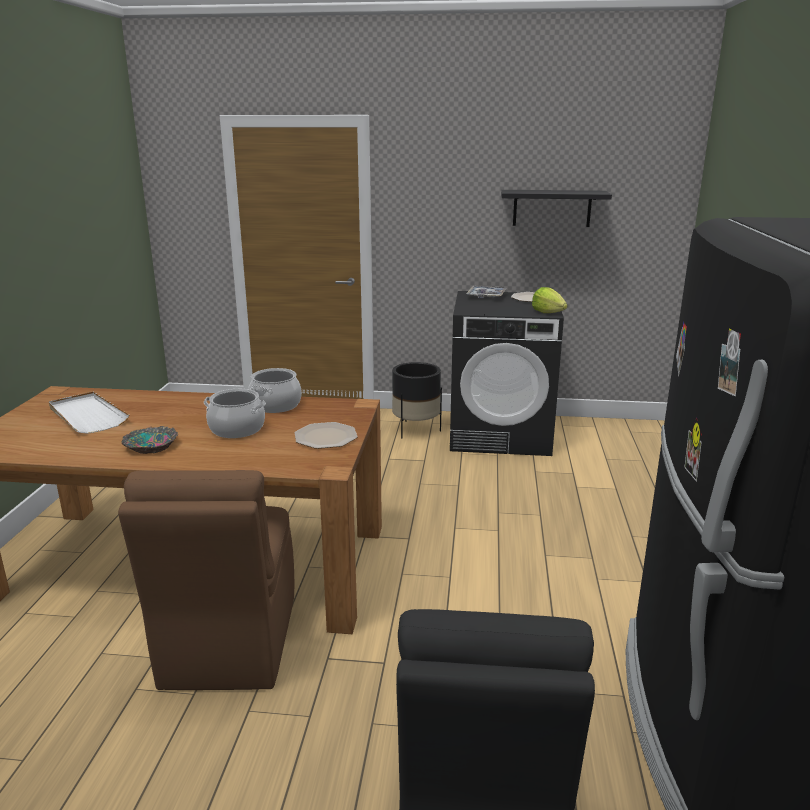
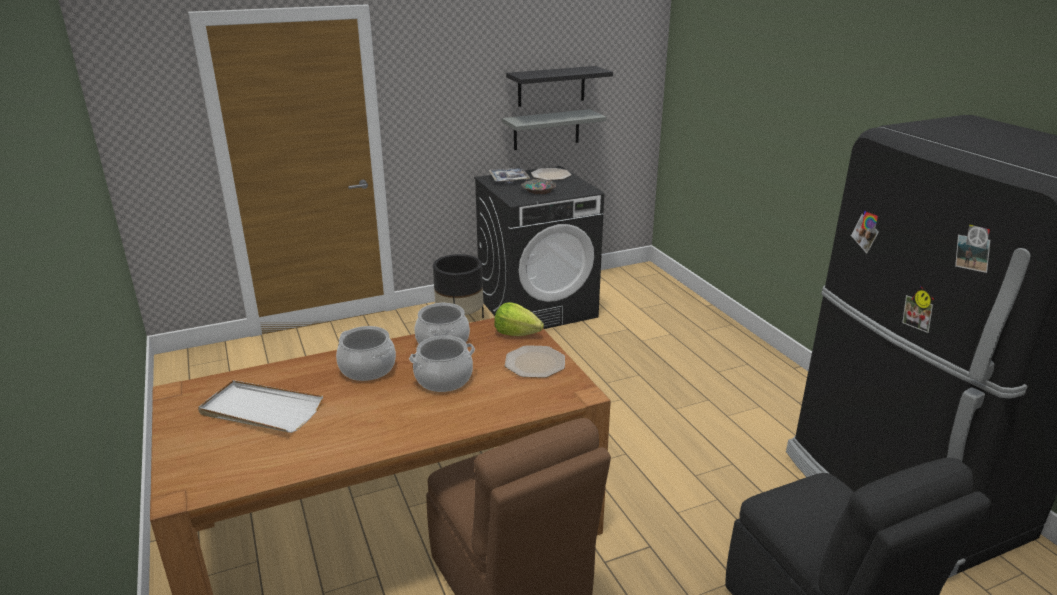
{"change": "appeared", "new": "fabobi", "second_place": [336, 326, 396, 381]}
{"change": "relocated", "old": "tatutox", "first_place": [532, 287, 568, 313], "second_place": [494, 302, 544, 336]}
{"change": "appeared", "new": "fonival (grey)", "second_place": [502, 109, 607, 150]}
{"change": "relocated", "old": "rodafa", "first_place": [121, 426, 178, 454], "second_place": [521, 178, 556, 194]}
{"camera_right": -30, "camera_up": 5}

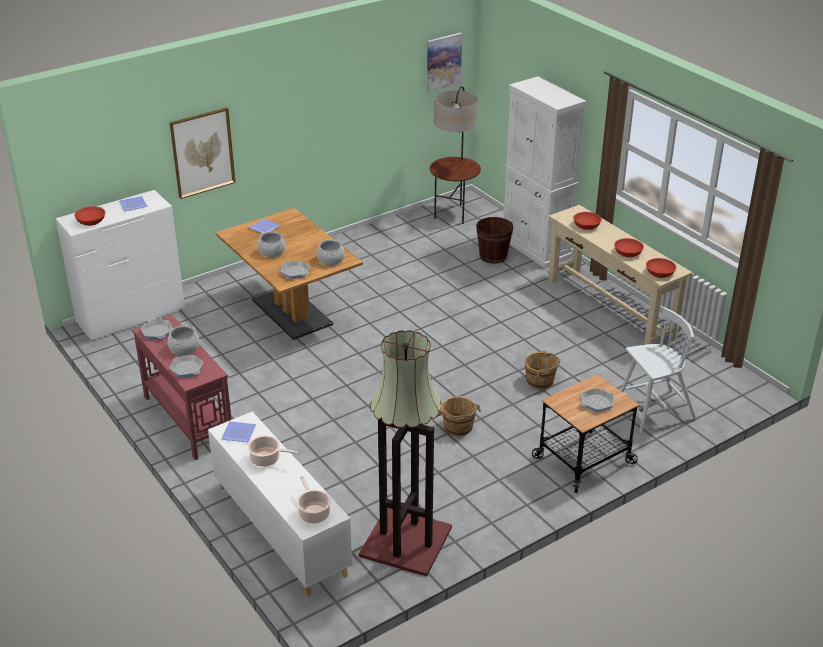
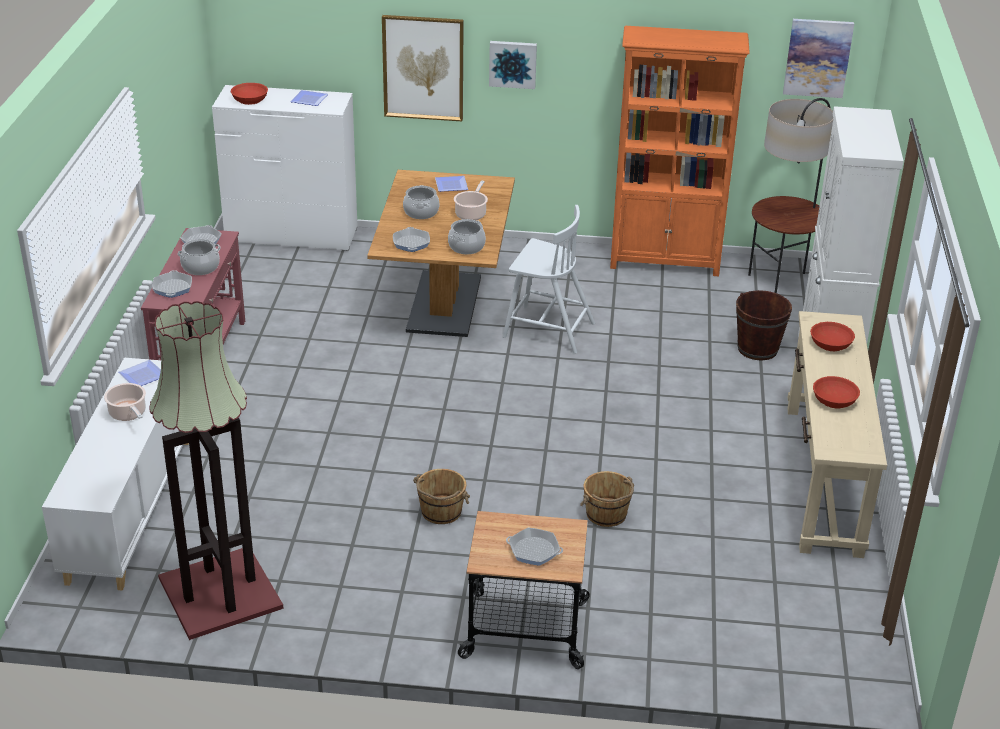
{"change": "relocated", "old": "fabobi", "first_place": [297, 476, 331, 523], "second_place": [454, 180, 488, 220]}
{"change": "appeared", "new": "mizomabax", "second_place": [489, 41, 537, 89]}
{"change": "relocated", "old": "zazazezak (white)", "first_place": [621, 308, 696, 433], "second_place": [503, 205, 595, 354]}
{"change": "appeared", "new": "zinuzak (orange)", "second_place": [610, 26, 750, 276]}
{"change": "missing", "old": "rodafa (red)", "first_place": [646, 258, 676, 278]}
{"camera_right": 40, "camera_up": 0}

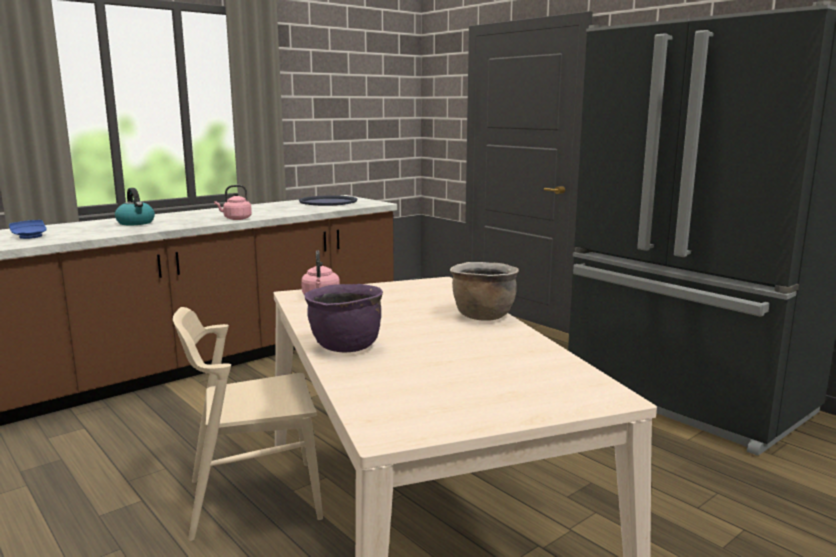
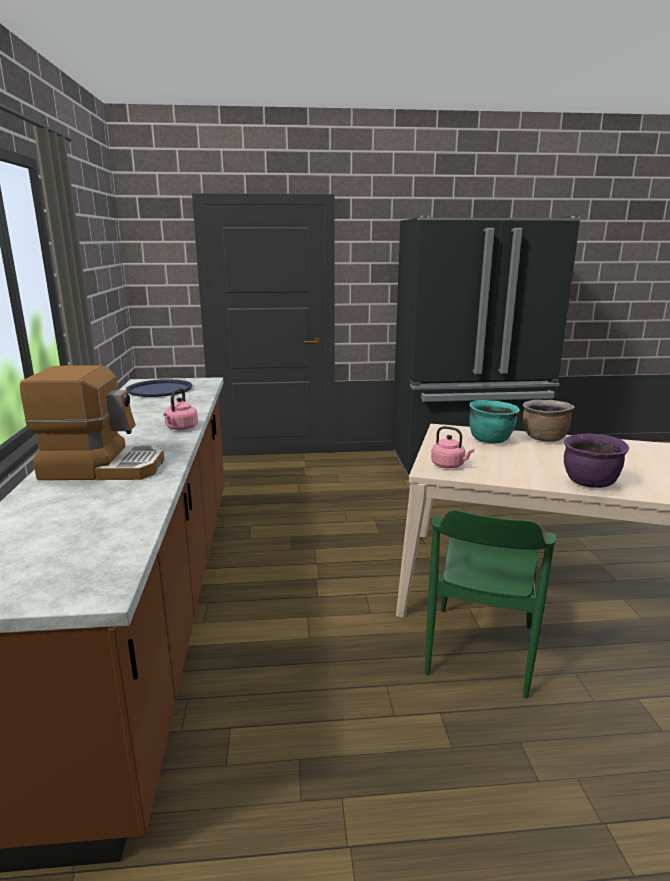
{"change": "exchanged", "old": "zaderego", "new": "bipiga", "first_place": [115, 188, 155, 225], "second_place": [20, 365, 164, 480]}
{"change": "colour", "old": "zazazezak (beige)", "new": "zazazezak (green)", "first_place": [173, 307, 323, 541], "second_place": [425, 510, 556, 699]}
{"change": "appeared", "new": "fabobi (turquoise)", "second_place": [469, 400, 520, 443]}
{"change": "missing", "old": "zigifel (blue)", "first_place": [9, 220, 47, 239]}
{"camera_right": -55, "camera_up": 5}

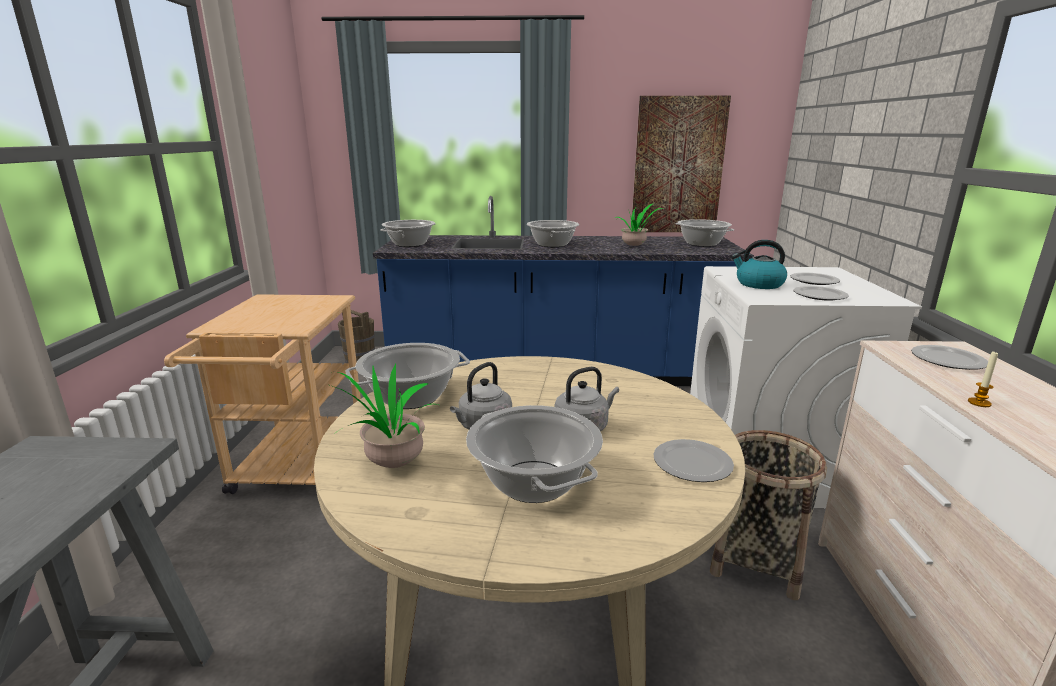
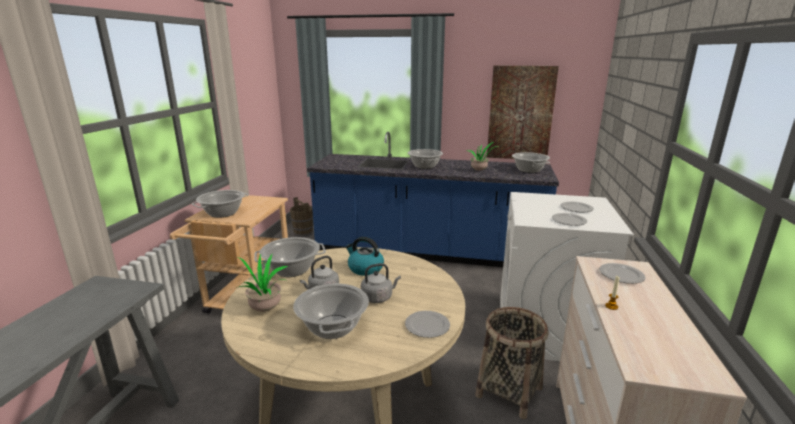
{"change": "relocated", "old": "fabobi", "first_place": [380, 220, 436, 247], "second_place": [192, 190, 249, 218]}
{"change": "relocated", "old": "zaderego", "first_place": [731, 240, 787, 289], "second_place": [345, 237, 384, 276]}
{"camera_right": 10, "camera_up": 0}

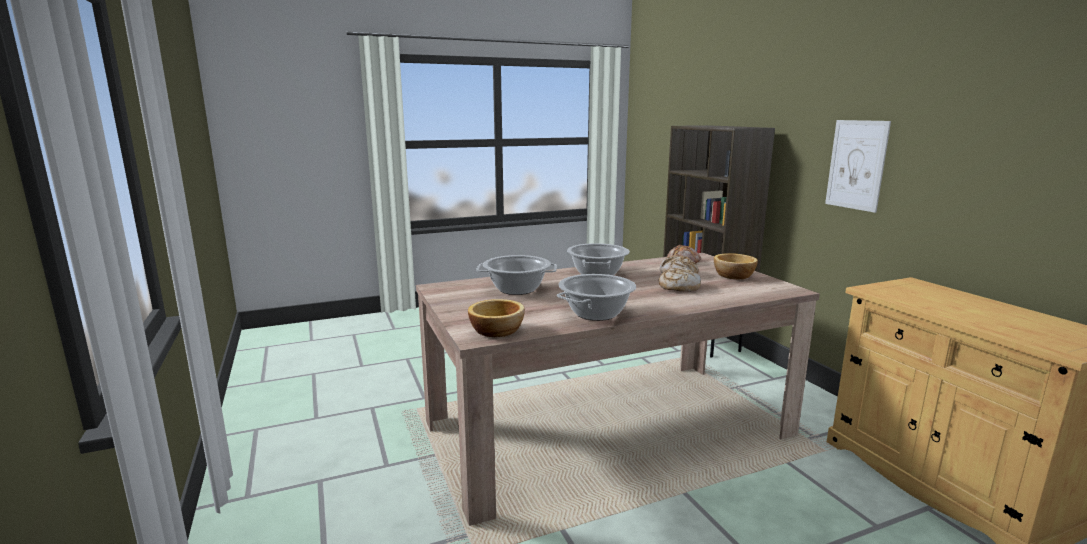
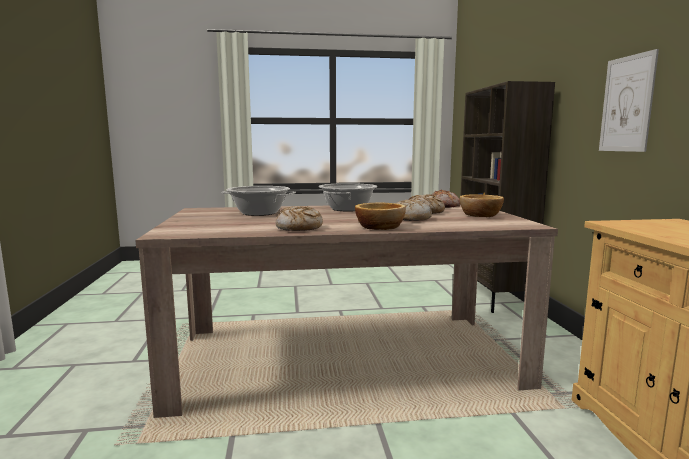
{"change": "exchanged", "old": "fabobi", "new": "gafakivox", "first_place": [557, 274, 636, 321], "second_place": [276, 206, 323, 231]}
{"change": "relocated", "old": "rodafa", "first_place": [468, 299, 525, 337], "second_place": [355, 203, 406, 230]}
{"camera_right": 15, "camera_up": -5}

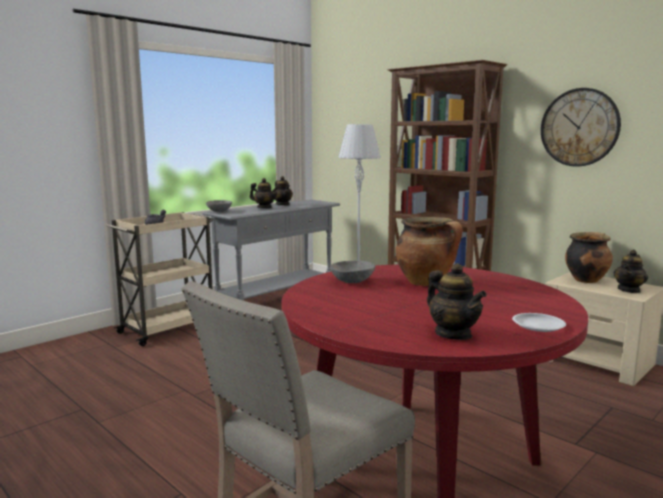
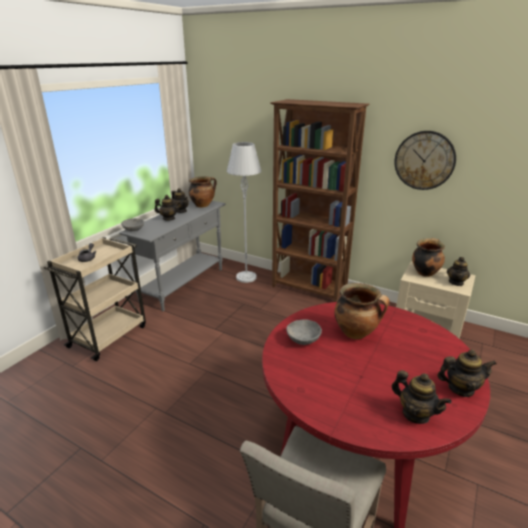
{"change": "appeared", "new": "fabobi", "second_place": [189, 176, 217, 208]}
{"change": "exchanged", "old": "zigifel (white)", "new": "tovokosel", "first_place": [512, 313, 566, 332], "second_place": [437, 349, 497, 397]}
{"camera_right": -15, "camera_up": 15}

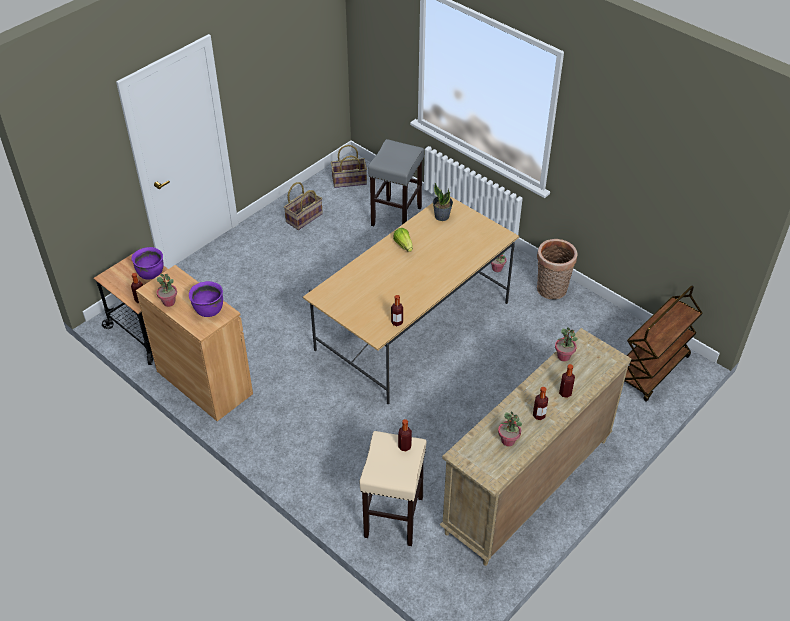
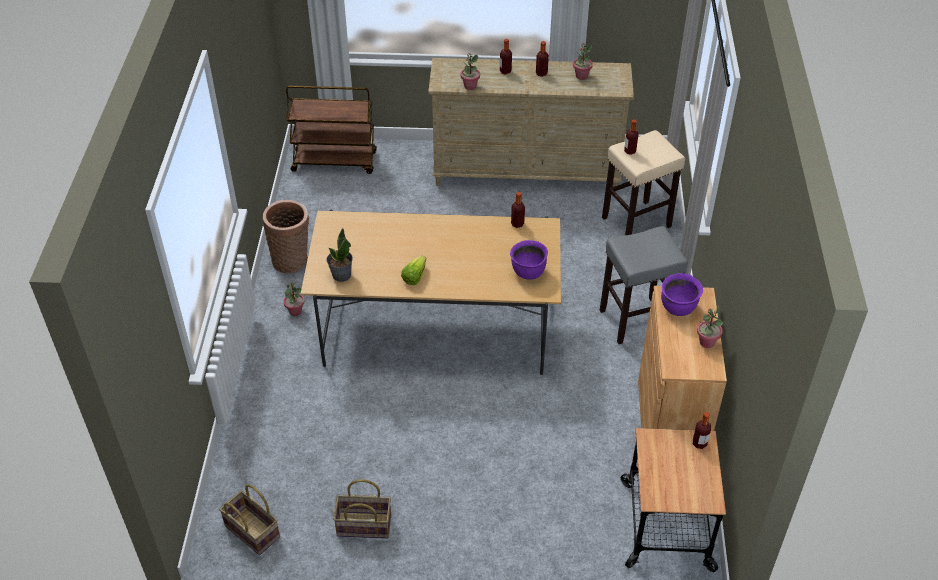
{"change": "relocated", "old": "fabobi (purple)", "first_place": [131, 247, 164, 280], "second_place": [510, 240, 548, 280]}
{"change": "relocated", "old": "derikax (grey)", "first_place": [368, 139, 424, 226], "second_place": [600, 226, 688, 344]}
{"camera_right": -130, "camera_up": 0}

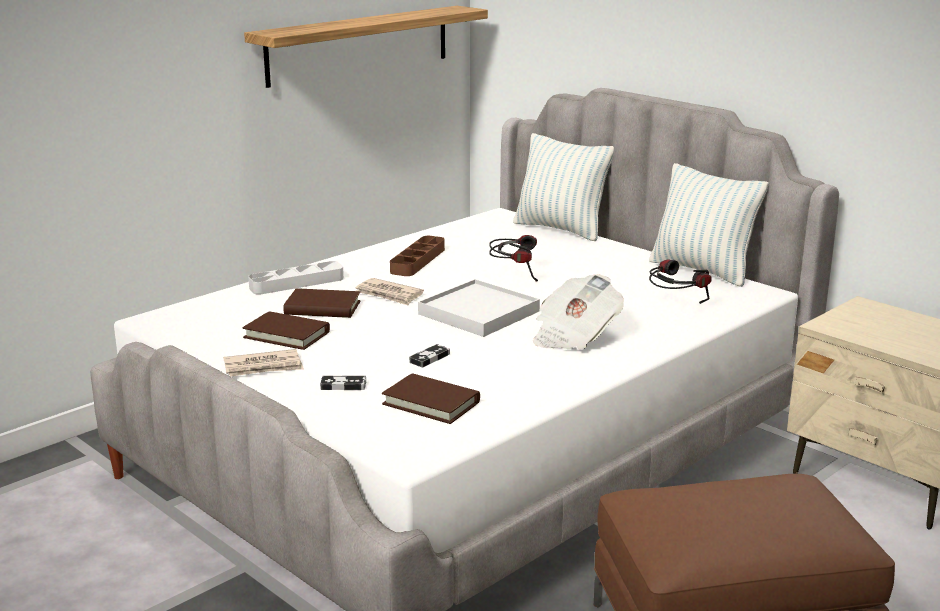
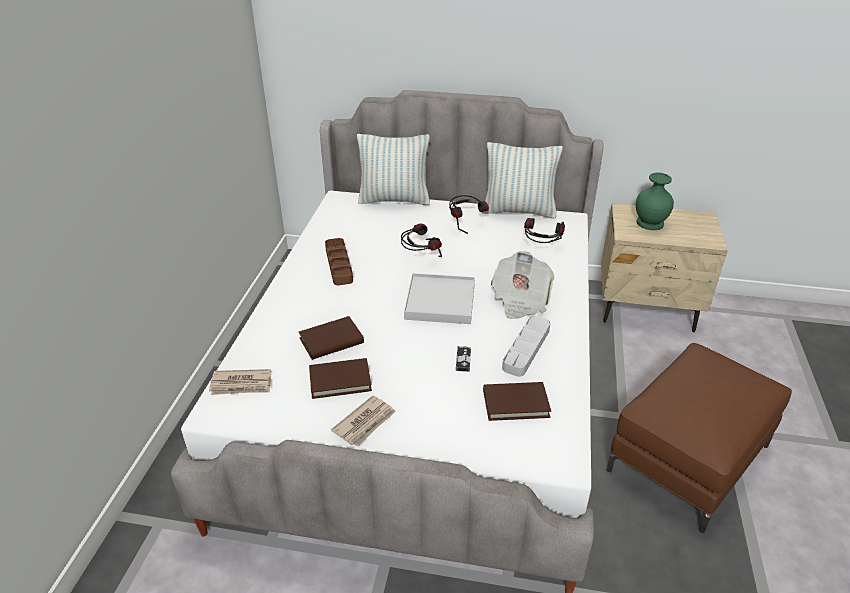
{"change": "relocated", "old": "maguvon", "first_place": [356, 278, 424, 305], "second_place": [209, 369, 271, 395]}
{"change": "appeared", "new": "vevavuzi", "second_place": [449, 195, 489, 234]}
{"change": "relocated", "old": "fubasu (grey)", "first_place": [248, 261, 344, 294], "second_place": [502, 316, 550, 377]}
{"change": "appeared", "new": "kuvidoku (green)", "second_place": [636, 173, 674, 230]}
{"change": "missing", "old": "fonival", "first_place": [244, 6, 488, 88]}
{"change": "missing", "old": "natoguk", "first_place": [320, 376, 366, 390]}
{"camera_right": -35, "camera_up": 15}

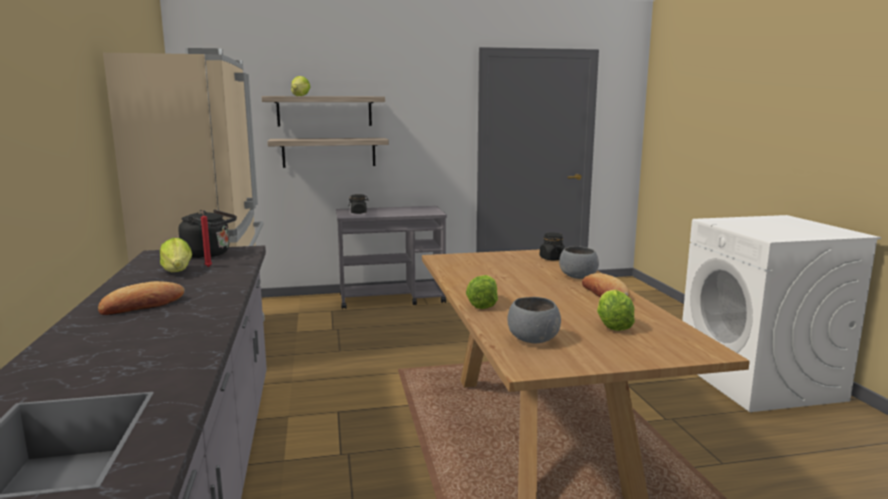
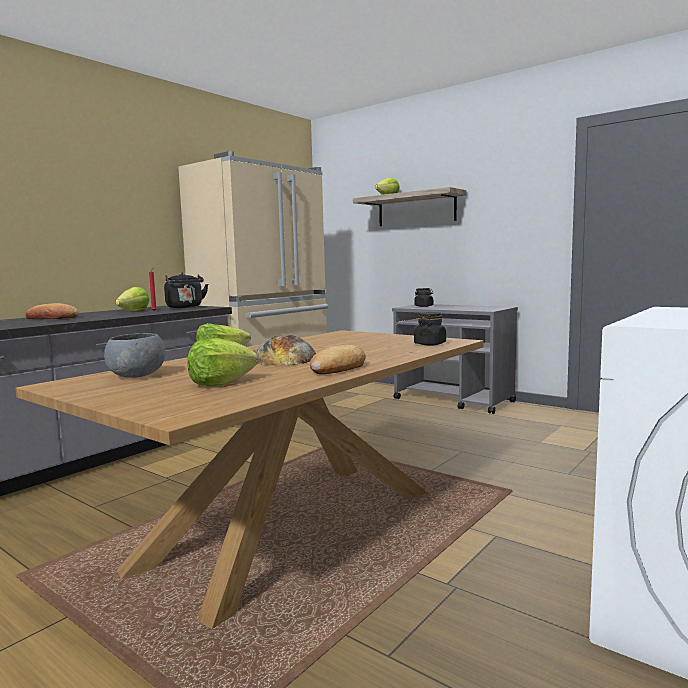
{"change": "appeared", "new": "gafakivox", "second_place": [255, 335, 316, 365]}
{"change": "missing", "old": "fonival", "first_place": [267, 138, 389, 168]}
{"change": "missing", "old": "rodafa (grey)", "first_place": [559, 246, 599, 279]}
{"camera_right": 50, "camera_up": -5}

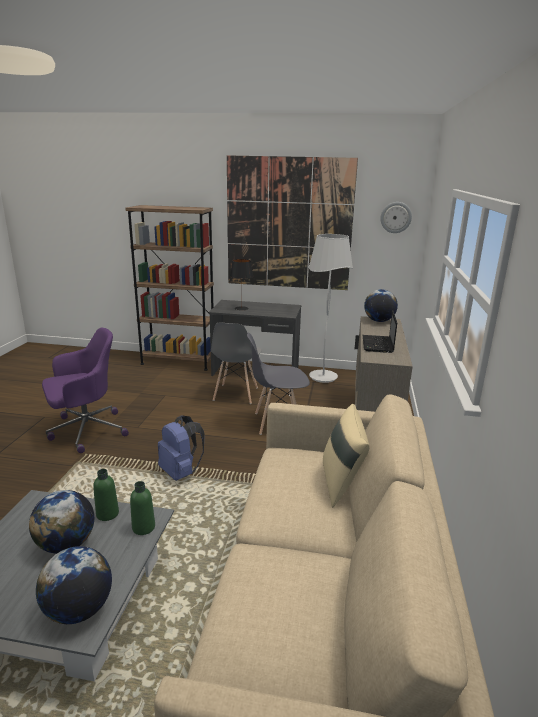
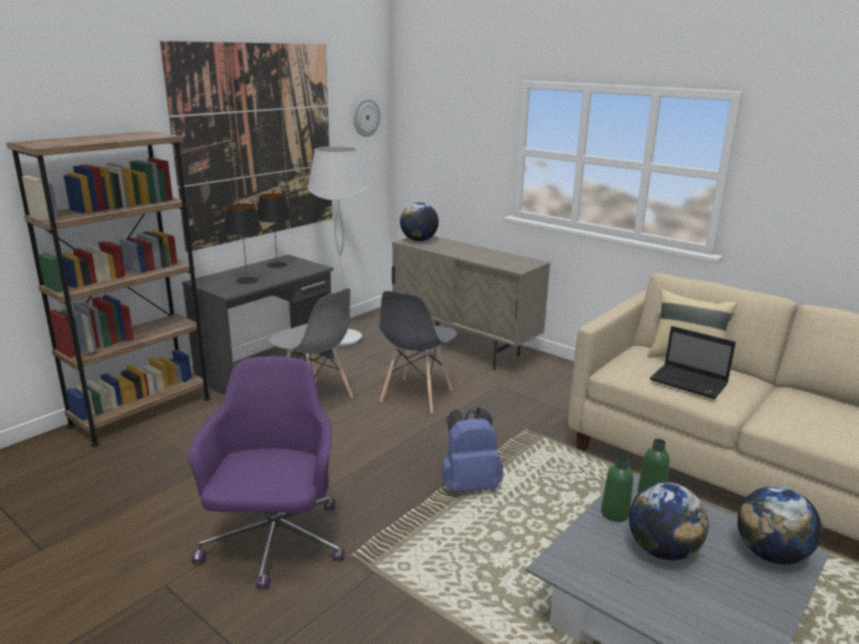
{"change": "appeared", "new": "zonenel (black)", "second_place": [257, 193, 292, 268]}
{"change": "relocated", "old": "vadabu", "first_place": [362, 310, 397, 353], "second_place": [650, 326, 736, 399]}
{"camera_right": -60, "camera_up": 0}

